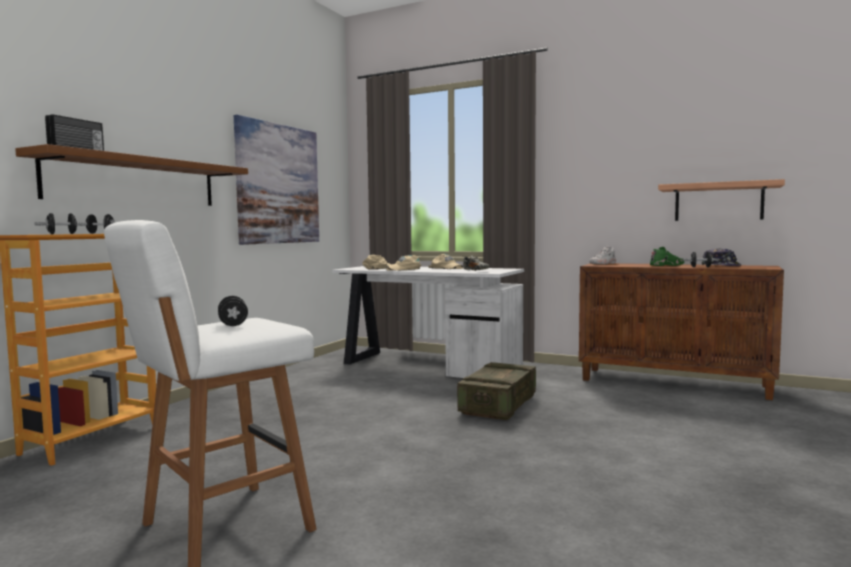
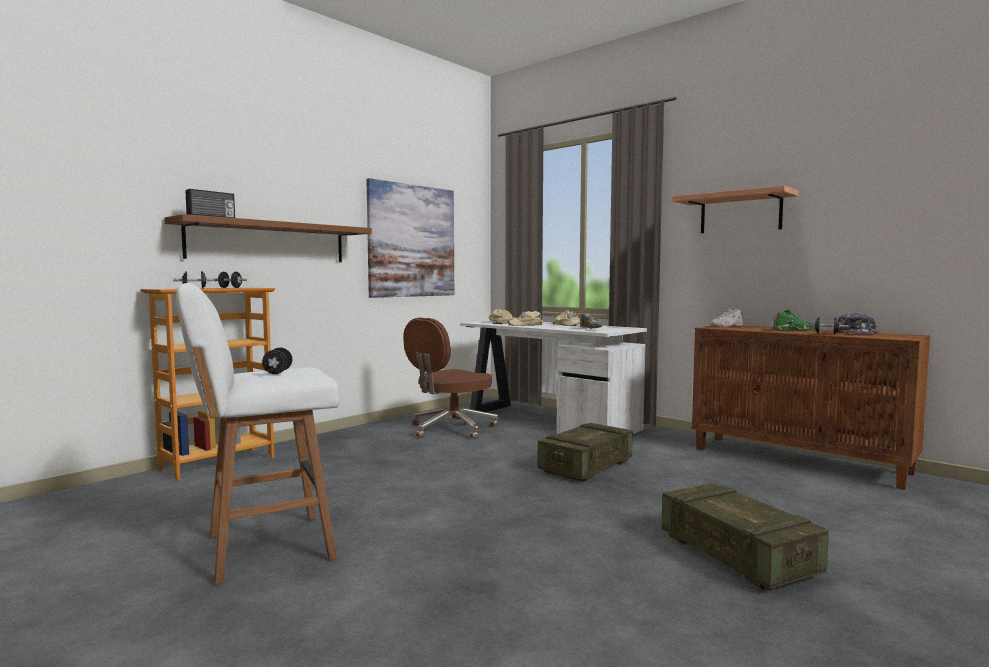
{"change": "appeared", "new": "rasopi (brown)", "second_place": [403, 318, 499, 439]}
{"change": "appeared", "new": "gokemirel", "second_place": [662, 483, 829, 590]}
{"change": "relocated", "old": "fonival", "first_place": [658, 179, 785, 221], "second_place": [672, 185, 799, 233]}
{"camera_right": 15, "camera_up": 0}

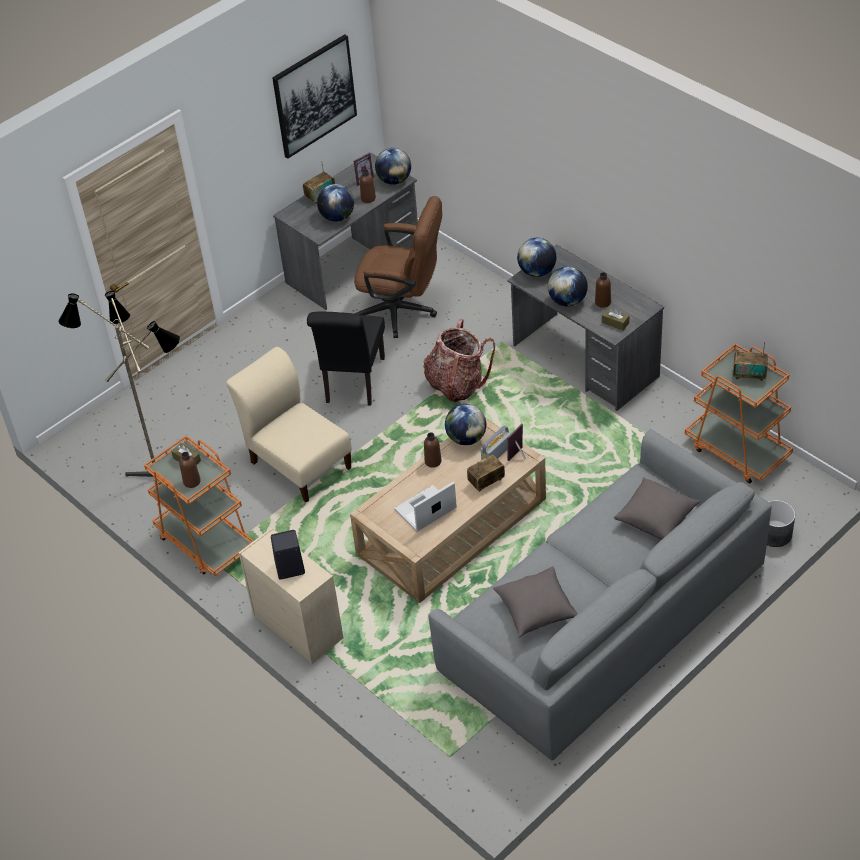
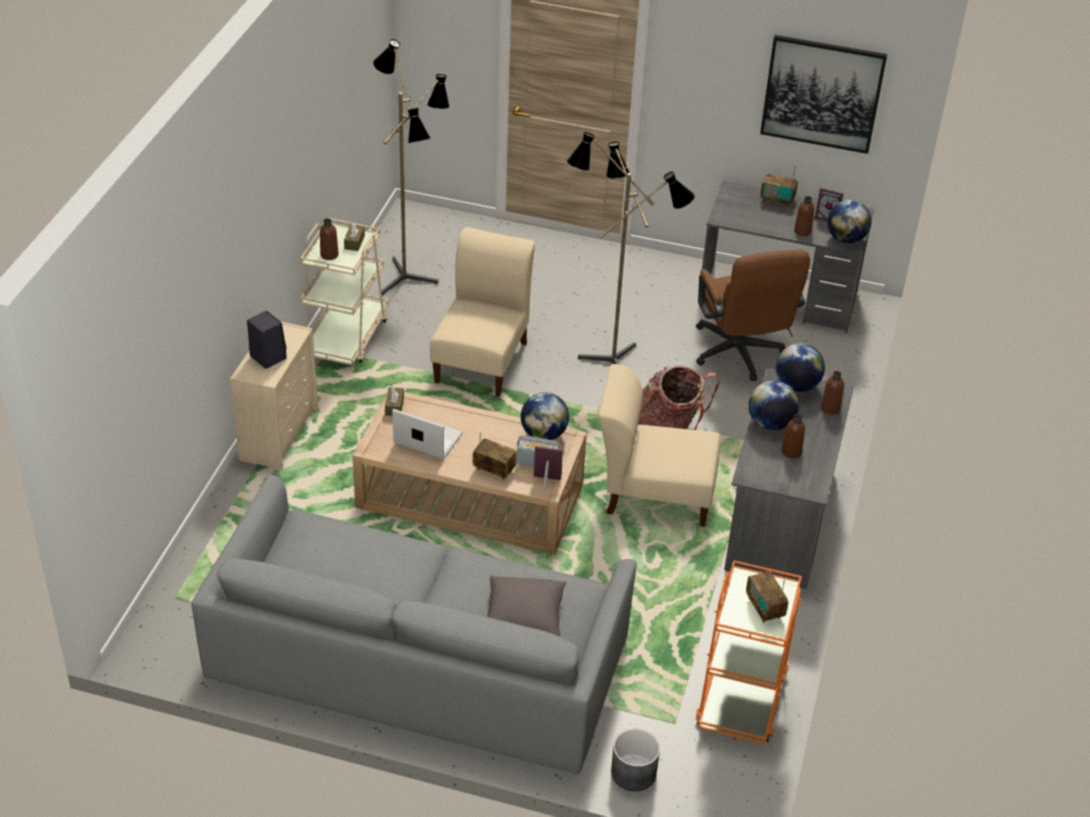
{"change": "colour", "old": "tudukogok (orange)", "new": "tudukogok (beige)", "first_place": [144, 436, 253, 576], "second_place": [300, 218, 388, 366]}
{"change": "relocated", "old": "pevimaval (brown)", "first_place": [602, 308, 630, 330], "second_place": [385, 386, 404, 416]}
{"change": "exchanged", "old": "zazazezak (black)", "new": "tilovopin", "first_place": [307, 311, 385, 406], "second_place": [567, 132, 695, 364]}
{"change": "appeared", "new": "zazazezak (beige)", "second_place": [598, 364, 721, 527]}
{"change": "relocated", "old": "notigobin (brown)", "first_place": [424, 432, 442, 468], "second_place": [821, 371, 844, 415]}
{"change": "missing", "old": "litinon", "first_place": [317, 184, 354, 222]}
{"change": "missing", "old": "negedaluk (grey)", "first_place": [493, 566, 578, 637]}
{"camera_right": 55, "camera_up": -5}

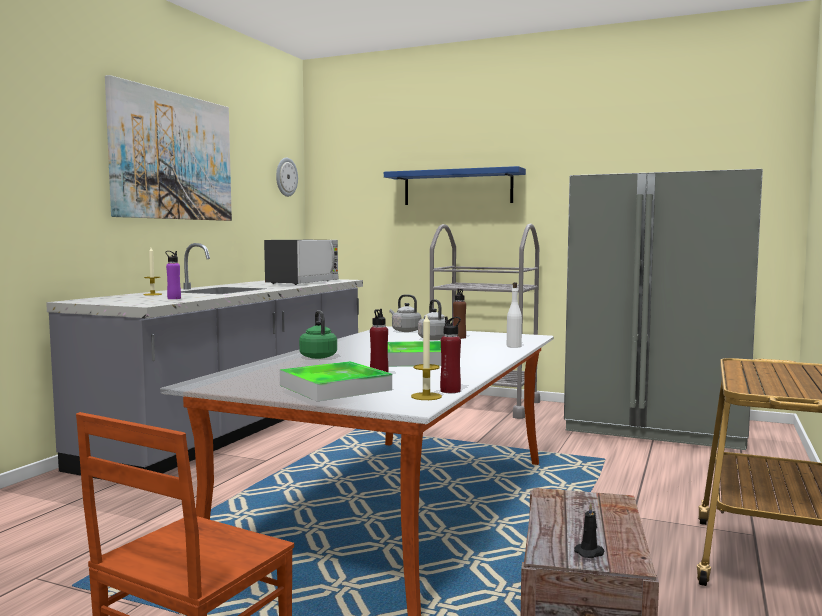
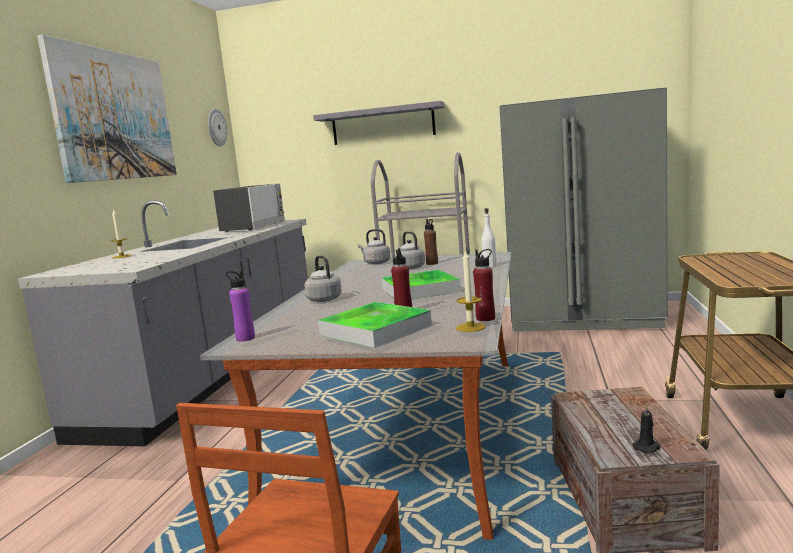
{"change": "relocated", "old": "notigobin (purple)", "first_place": [165, 251, 181, 299], "second_place": [226, 270, 255, 342]}
{"change": "colour", "old": "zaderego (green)", "new": "zaderego (grey)", "first_place": [299, 310, 337, 359], "second_place": [304, 255, 342, 302]}
{"change": "colour", "old": "fonival (blue)", "new": "fonival (grey)", "first_place": [384, 166, 526, 205], "second_place": [313, 101, 445, 145]}
{"camera_right": -10, "camera_up": 5}

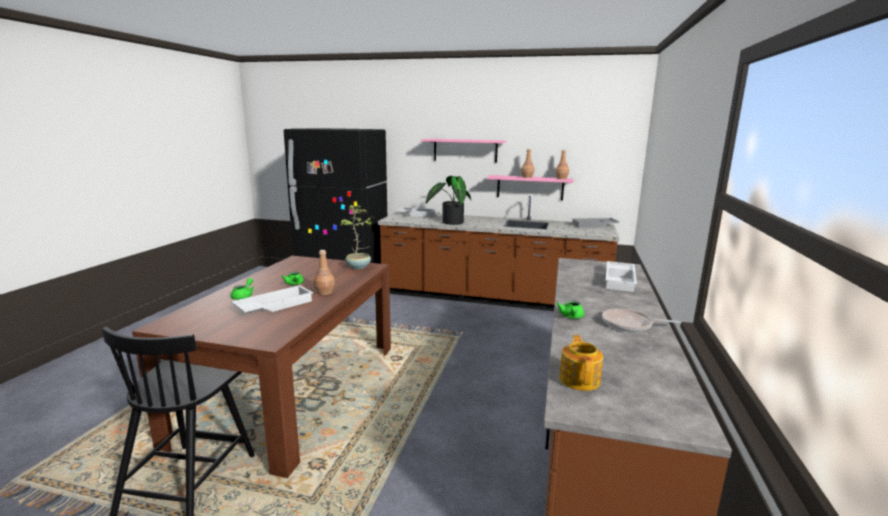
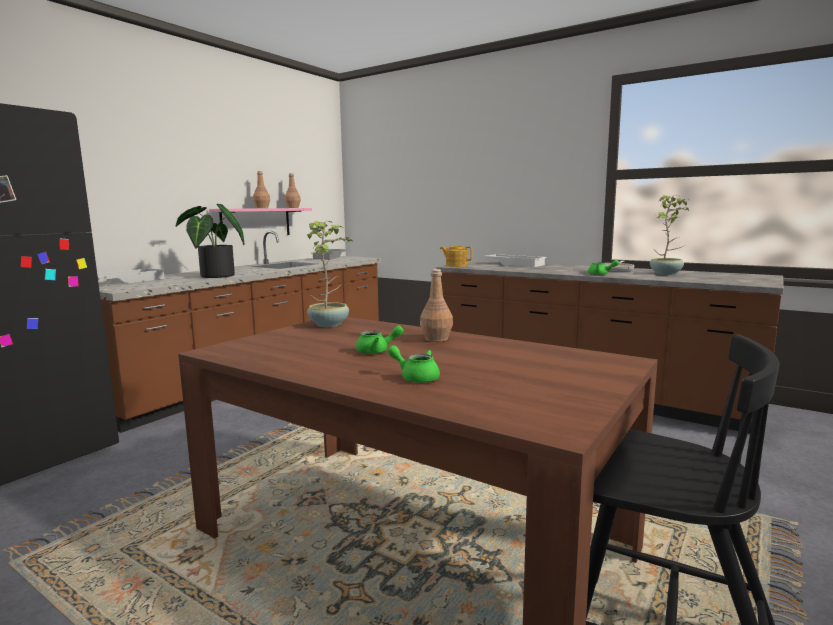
{"change": "relocated", "old": "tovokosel", "first_place": [559, 335, 603, 391], "second_place": [440, 246, 473, 267]}
{"change": "appeared", "new": "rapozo", "second_place": [650, 195, 689, 275]}
{"change": "missing", "old": "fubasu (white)", "first_place": [231, 285, 313, 312]}
{"change": "missing", "old": "fonival (pink)", "first_place": [421, 139, 506, 163]}
{"camera_right": -70, "camera_up": -5}

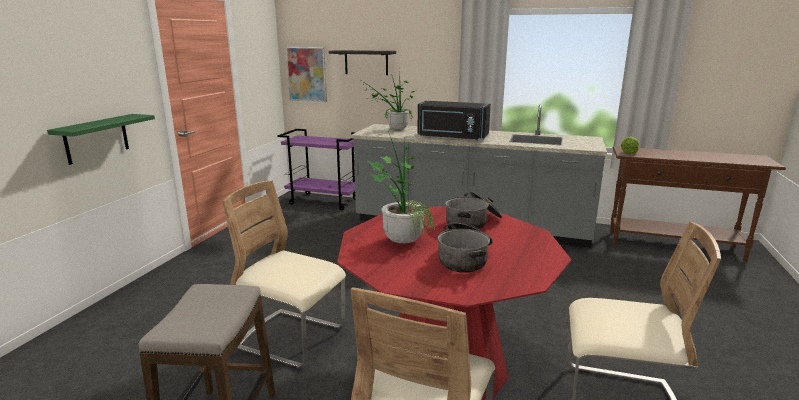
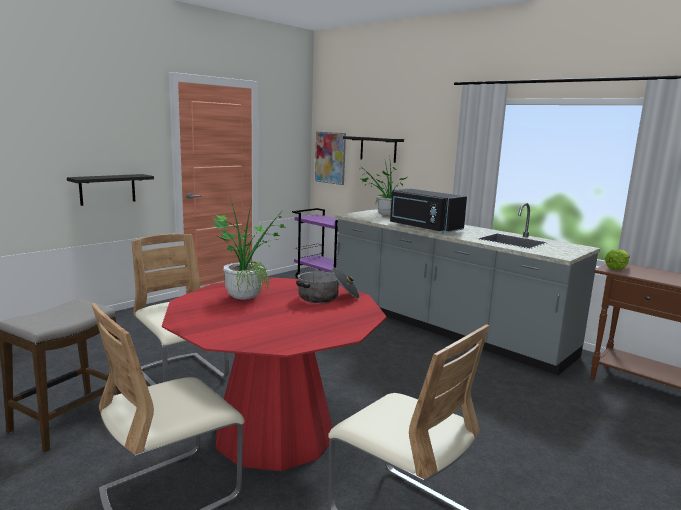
{"change": "colour", "old": "fonival (green)", "new": "fonival (black)", "first_place": [47, 114, 155, 165], "second_place": [67, 174, 154, 206]}
{"change": "missing", "old": "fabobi", "first_place": [437, 223, 493, 273]}
{"camera_right": 25, "camera_up": -5}

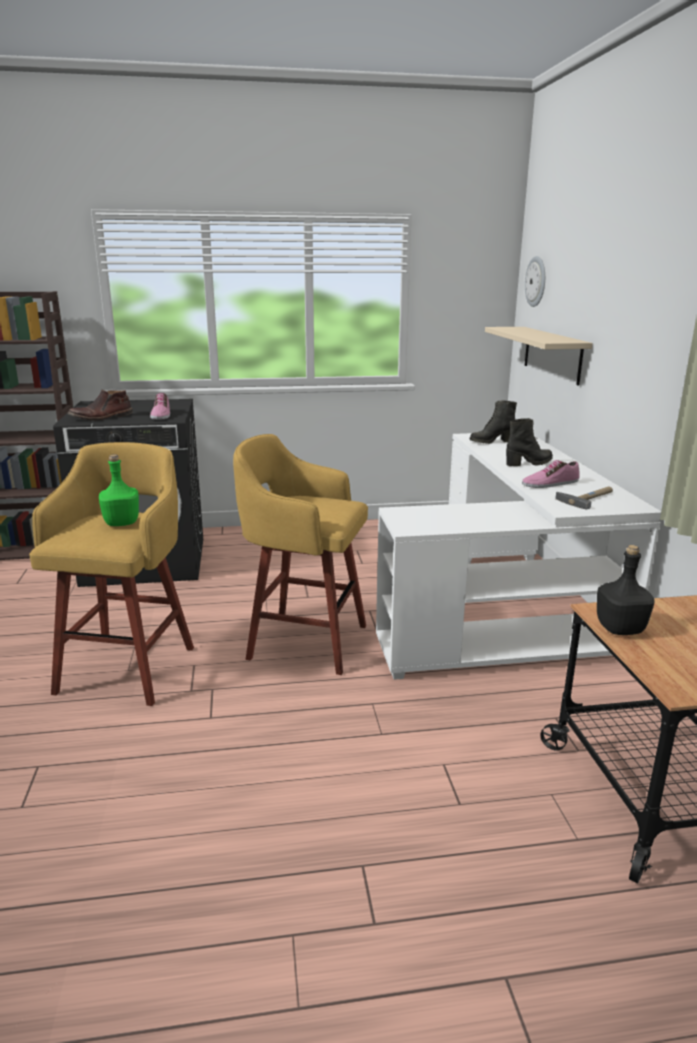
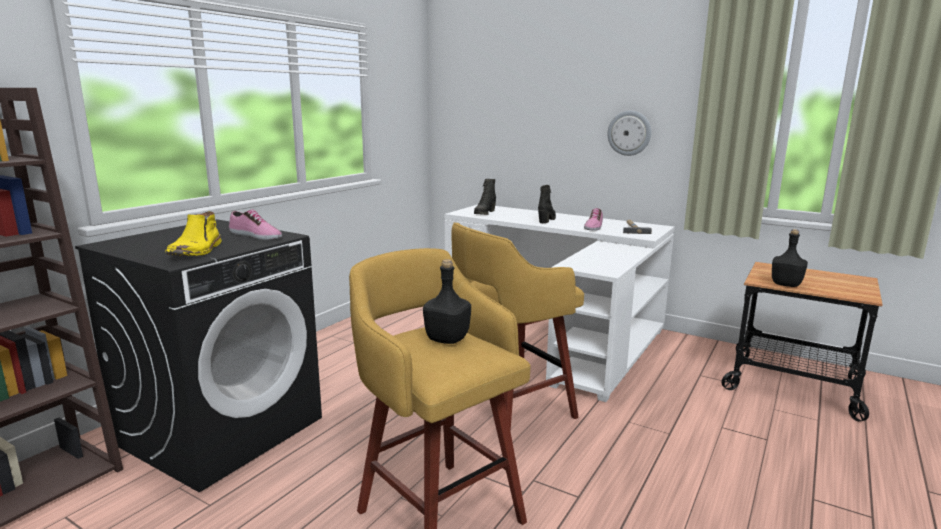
{"change": "colour", "old": "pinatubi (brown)", "new": "pinatubi (yellow)", "first_place": [67, 390, 133, 421], "second_place": [165, 211, 222, 256]}
{"change": "colour", "old": "notigobin (green)", "new": "notigobin (black)", "first_place": [99, 455, 139, 526], "second_place": [423, 259, 471, 344]}
{"change": "relocated", "old": "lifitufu", "first_place": [525, 256, 545, 307], "second_place": [607, 111, 651, 156]}
{"change": "missing", "old": "fonival (beige)", "first_place": [485, 327, 593, 385]}
{"camera_right": -50, "camera_up": -5}

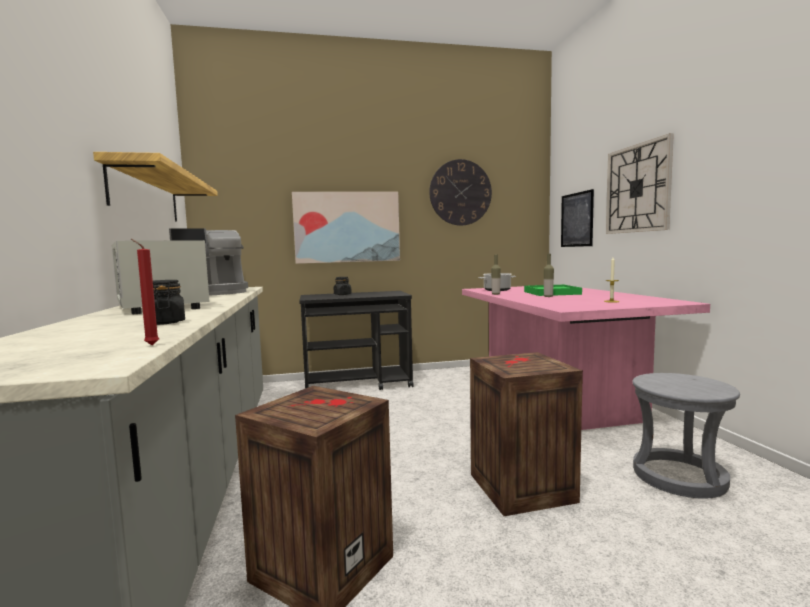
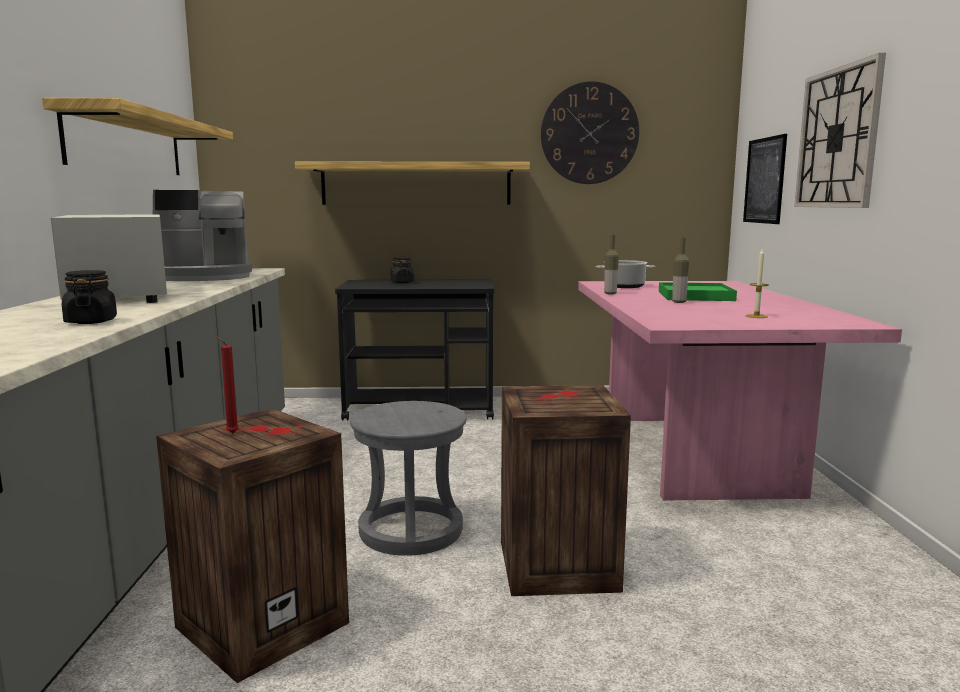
{"change": "relocated", "old": "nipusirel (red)", "first_place": [131, 239, 159, 345], "second_place": [216, 336, 239, 433]}
{"change": "exchanged", "old": "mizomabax", "new": "fonival", "first_place": [292, 192, 400, 264], "second_place": [295, 162, 530, 205]}
{"change": "relocated", "old": "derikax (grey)", "first_place": [632, 373, 740, 499], "second_place": [350, 401, 467, 556]}
{"camera_right": 10, "camera_up": 5}

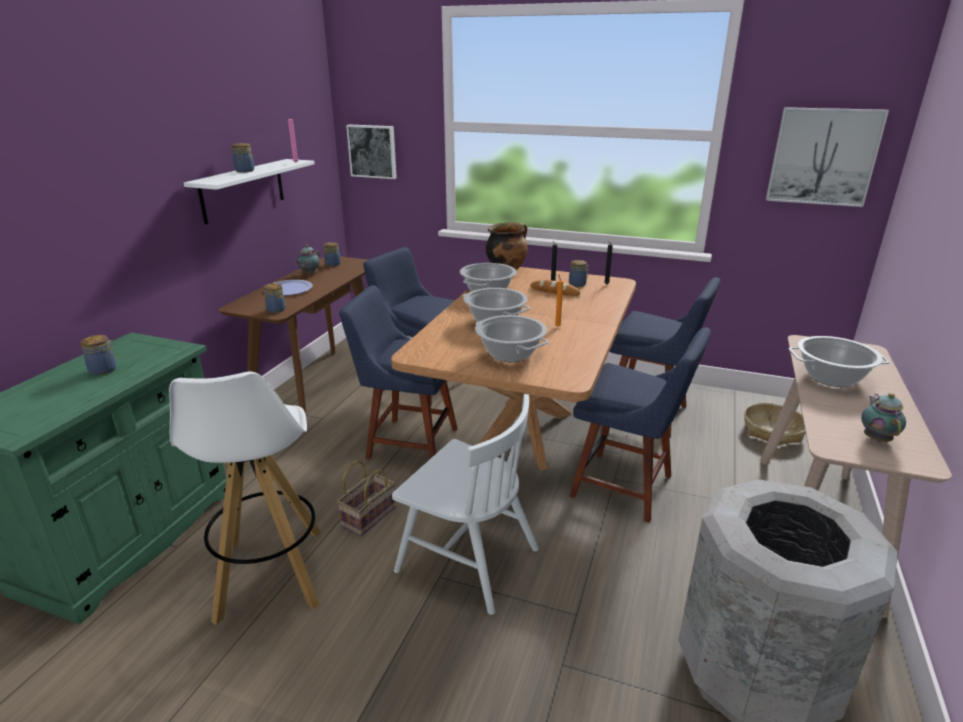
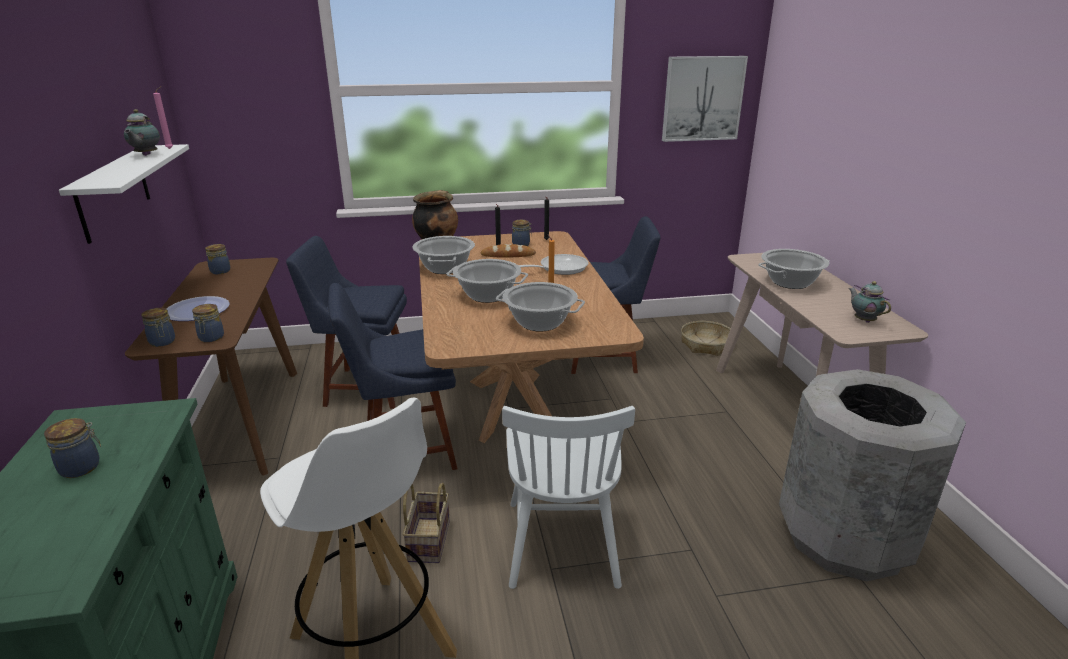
{"change": "relocated", "old": "tovokosel", "first_place": [295, 245, 320, 275], "second_place": [124, 109, 160, 156]}
{"change": "relocated", "old": "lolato", "first_place": [231, 143, 254, 172], "second_place": [141, 308, 175, 347]}
{"change": "spun", "old": "zazazezak (white)", "first_place": [392, 394, 539, 615], "second_place": [502, 406, 635, 589], "degrees": 90}
{"change": "appeared", "new": "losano", "second_place": [518, 254, 588, 275]}
{"change": "missing", "old": "mizomabax", "first_place": [346, 125, 397, 179]}
{"change": "missing", "old": "zazazezak (blue)", "first_place": [569, 327, 711, 523]}
{"camera_right": -30, "camera_up": 0}

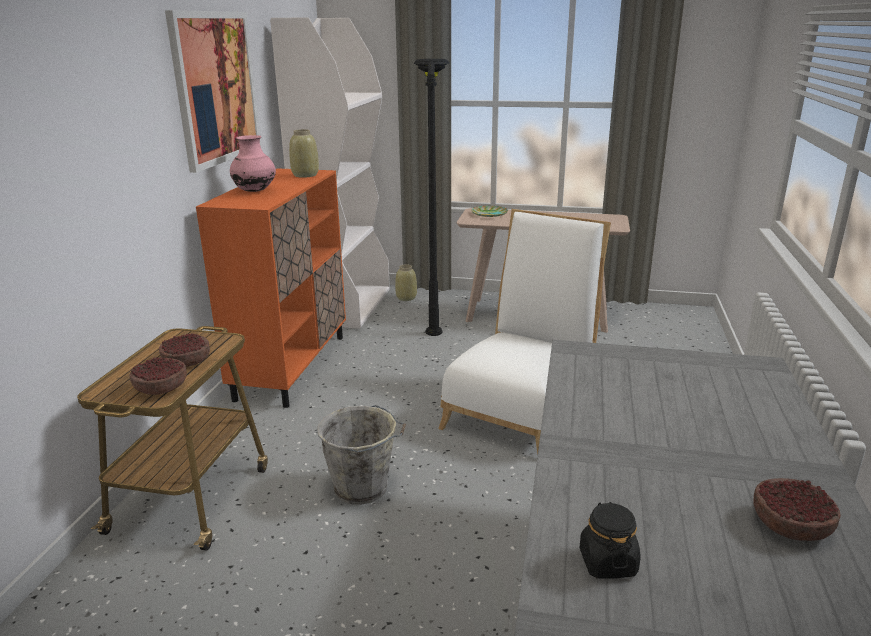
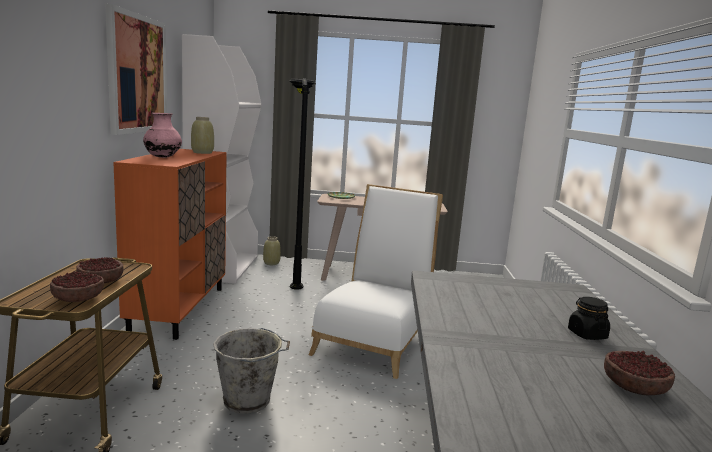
{"change": "relocated", "old": "lolato (black)", "first_place": [580, 502, 641, 579], "second_place": [568, 297, 610, 340]}
{"camera_right": -10, "camera_up": -10}

